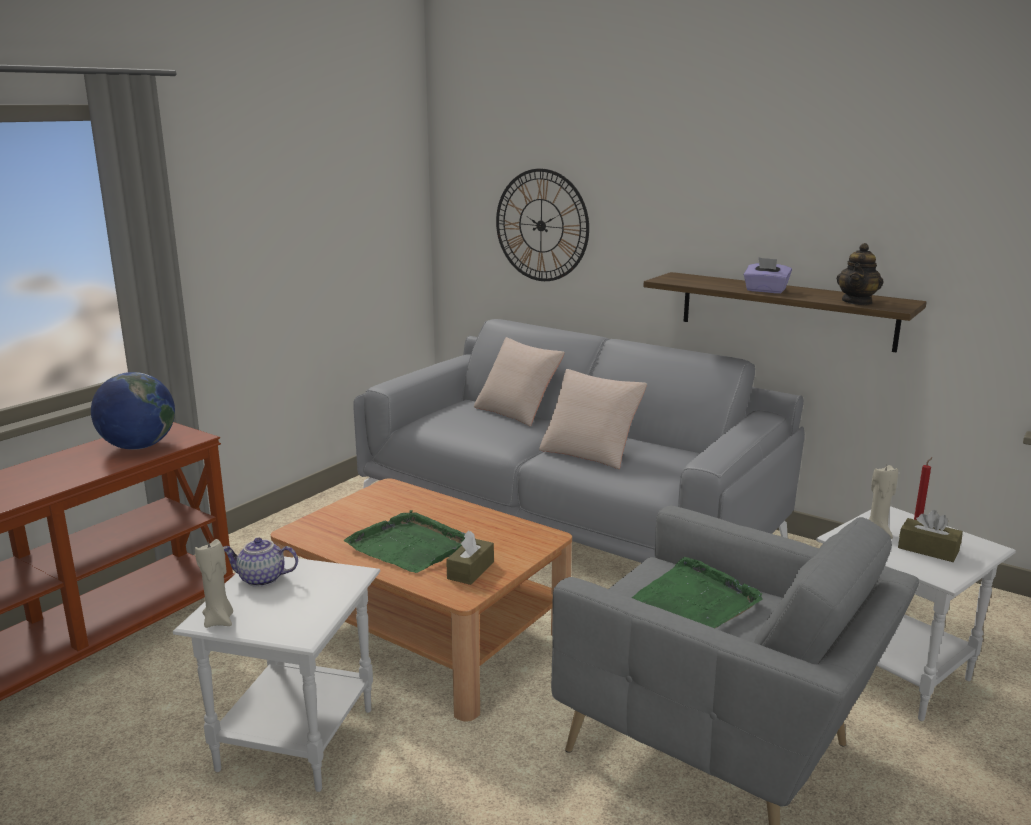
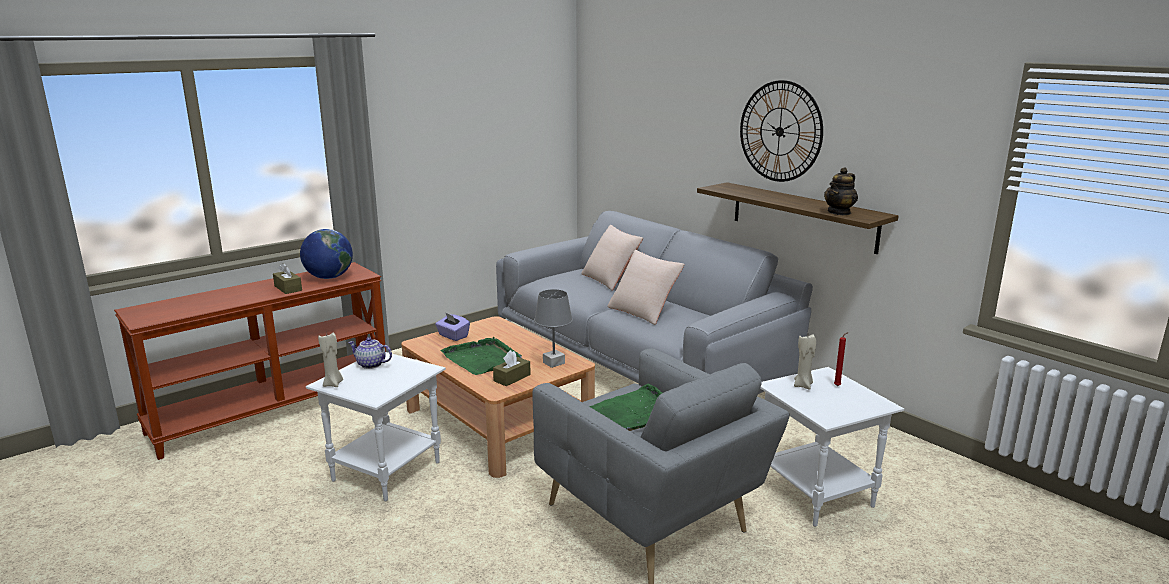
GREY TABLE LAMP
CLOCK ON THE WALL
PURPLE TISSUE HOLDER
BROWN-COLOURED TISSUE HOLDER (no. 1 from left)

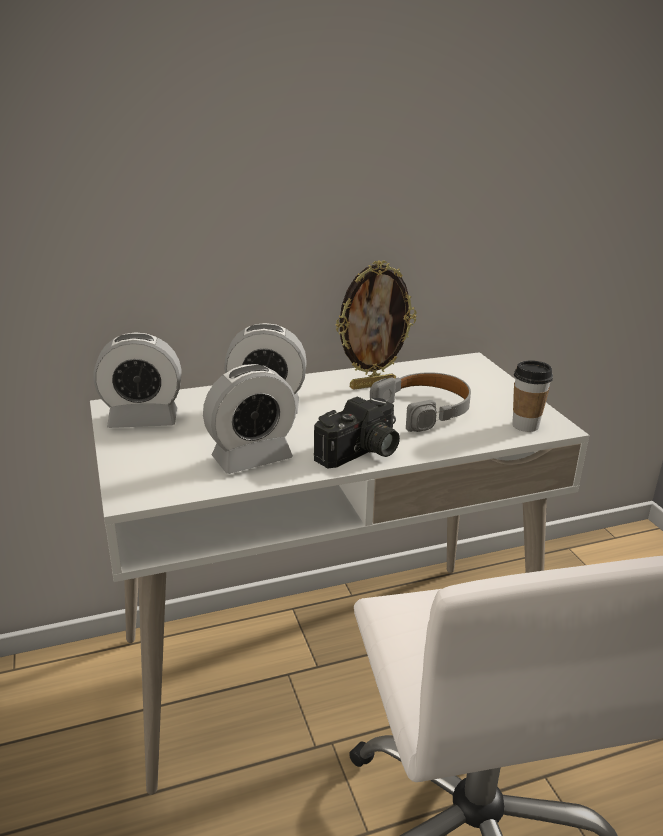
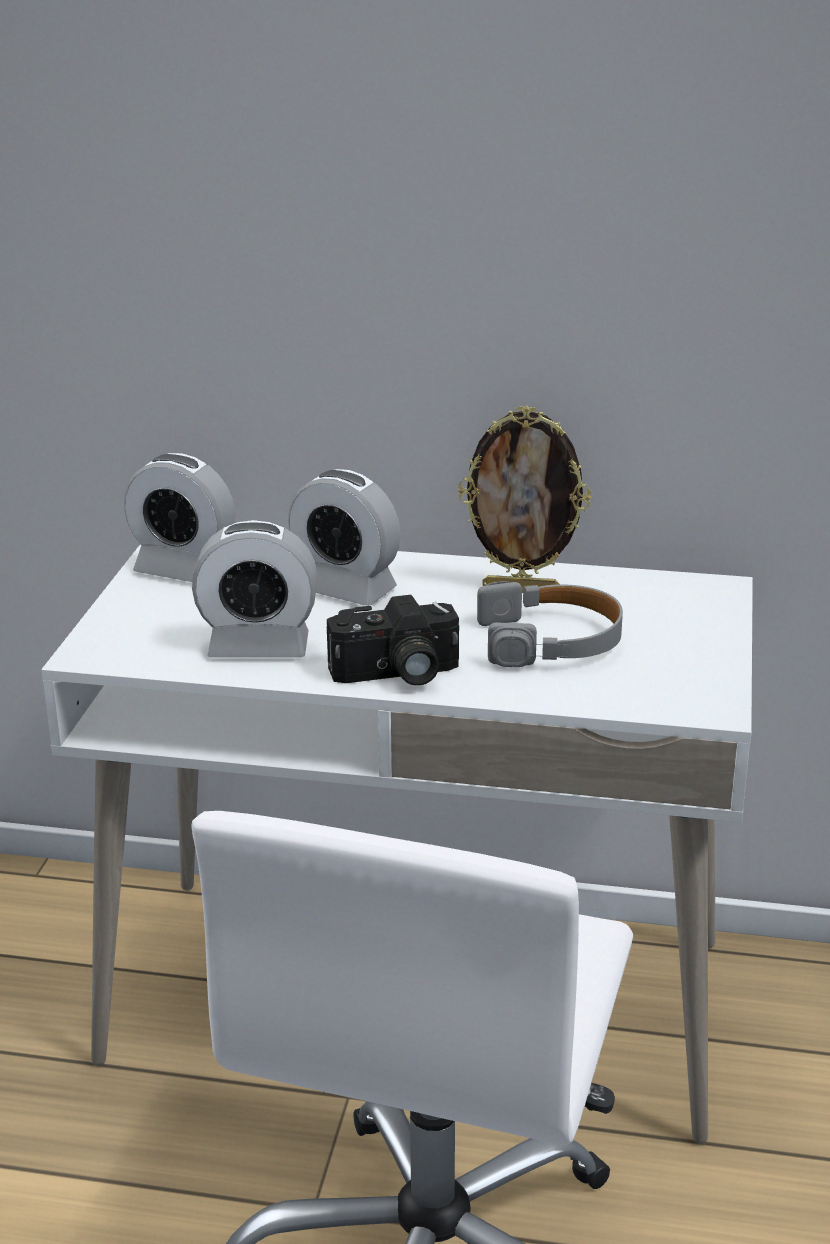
DRINKING CUP

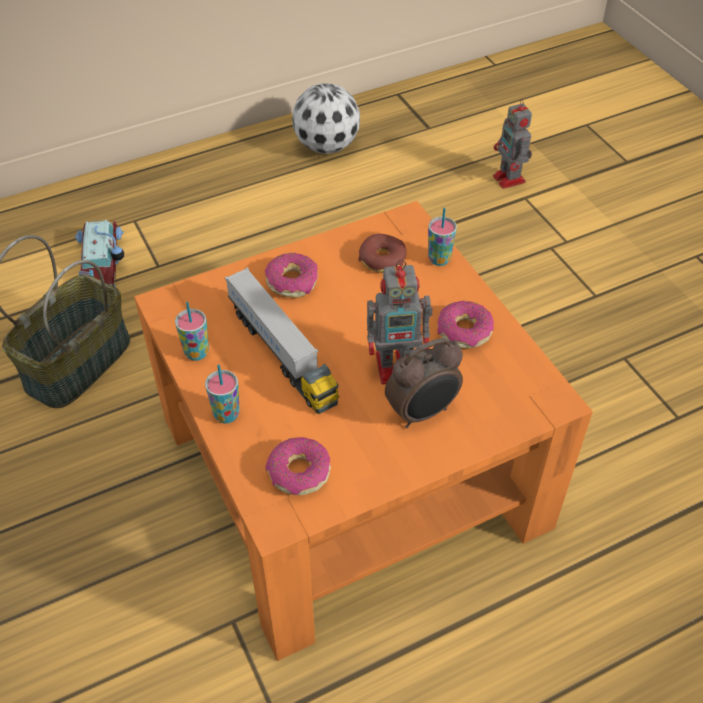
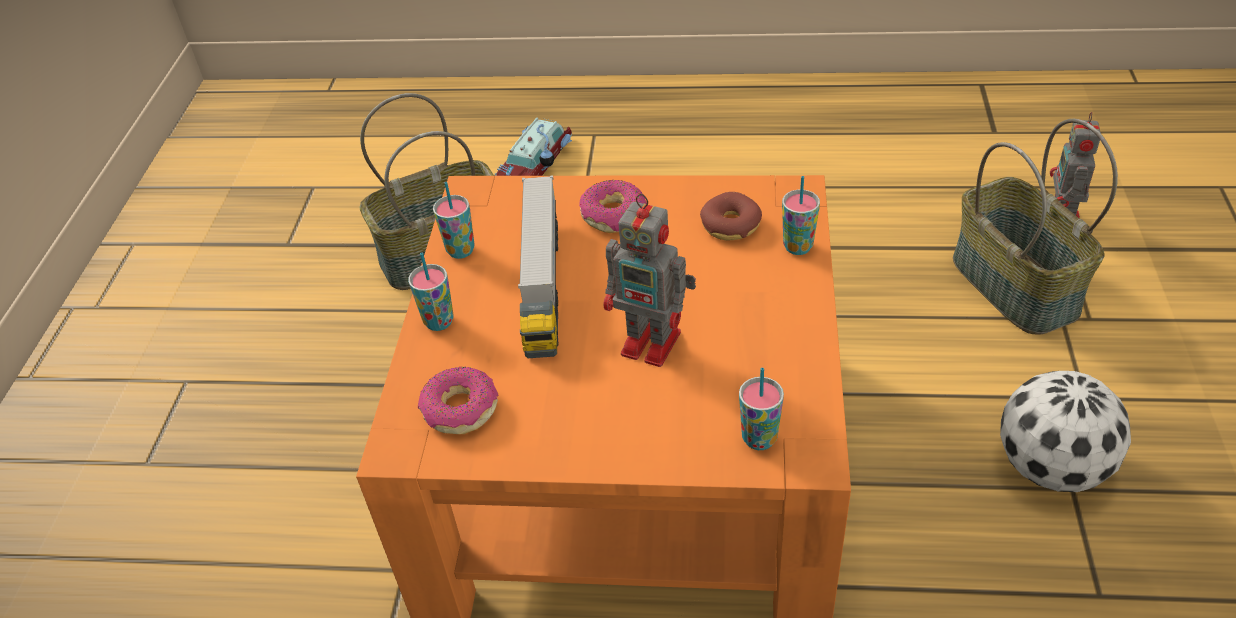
TABLE CLOCK
DONUT (no. 4 from left in the first image)
DRINKING CUP (no. 3 from left)
BASKET (no. 2 from left)
FOOTBALL BALL

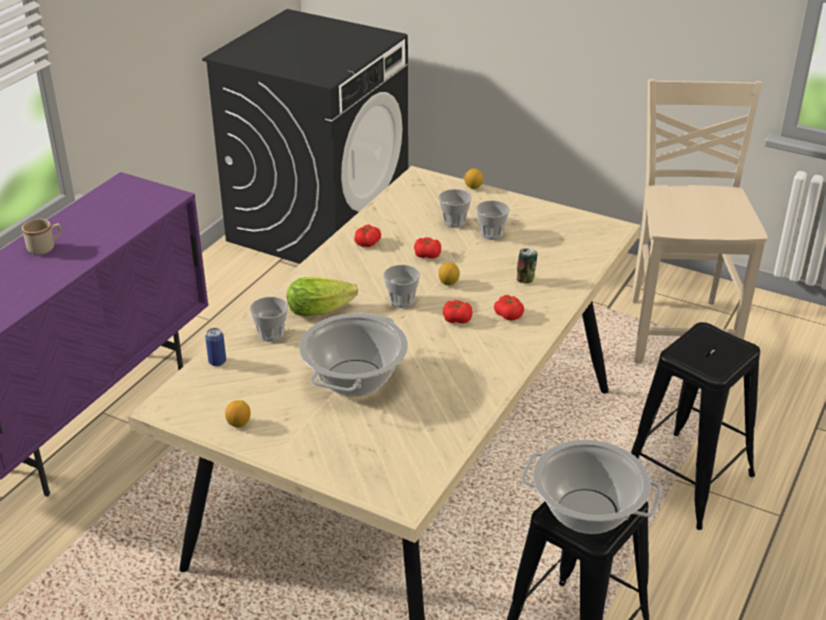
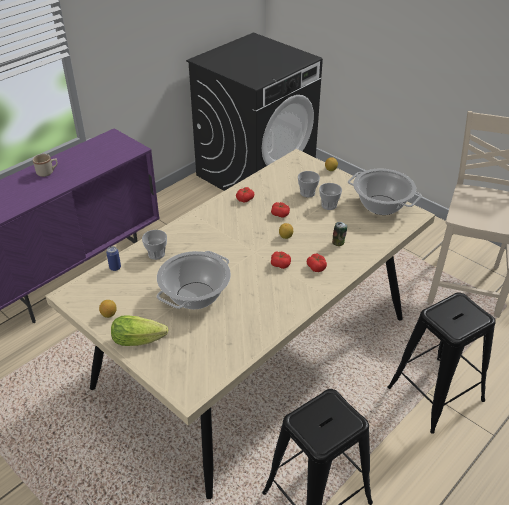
DRINKING CUP (no. 2 from left in the first image)
LETTUCE
SAUCEPOT (no. 2 from left)

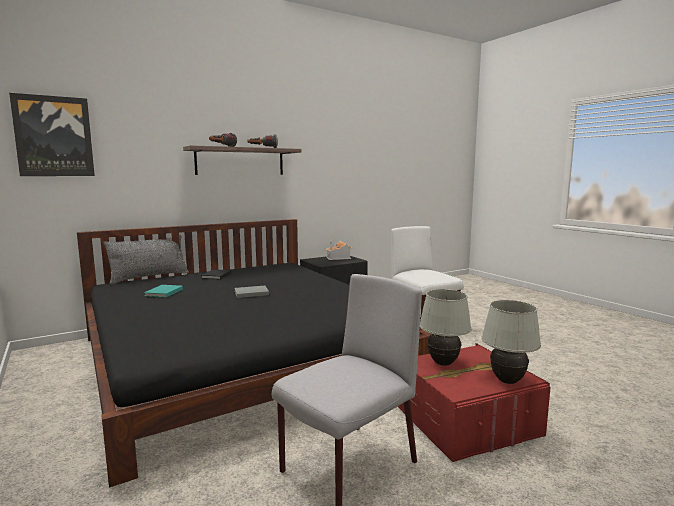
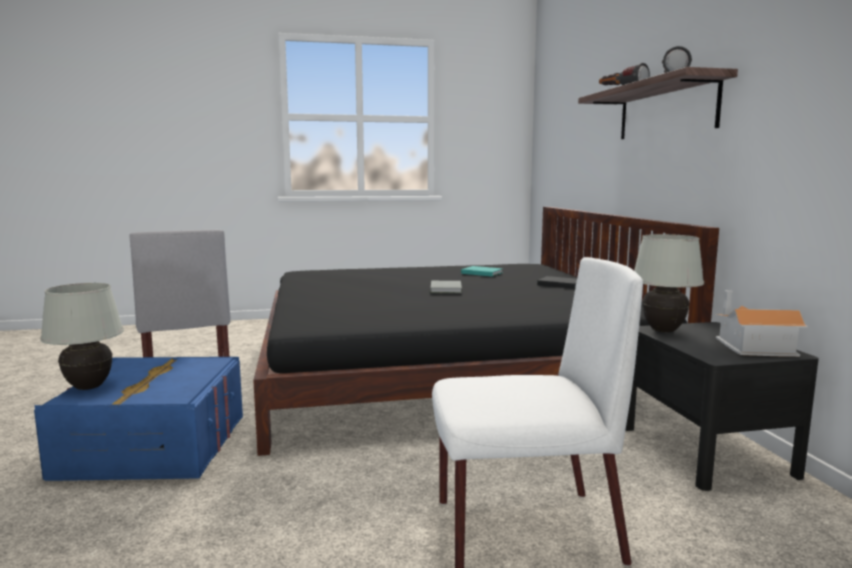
WALL PICTURE
GREY PILLOW
WHITE-COLOURED TABLE LAMP (no. 2 from left)
BLUE-COLOURED STORAGE BIN

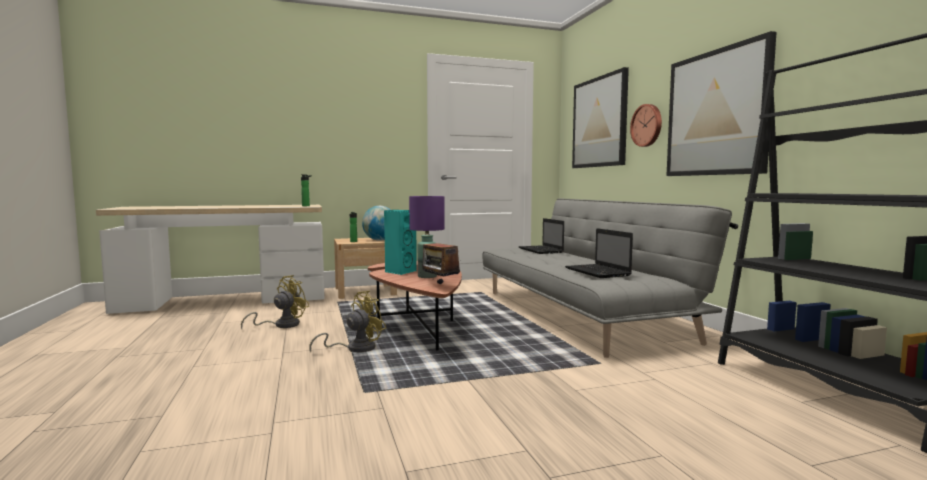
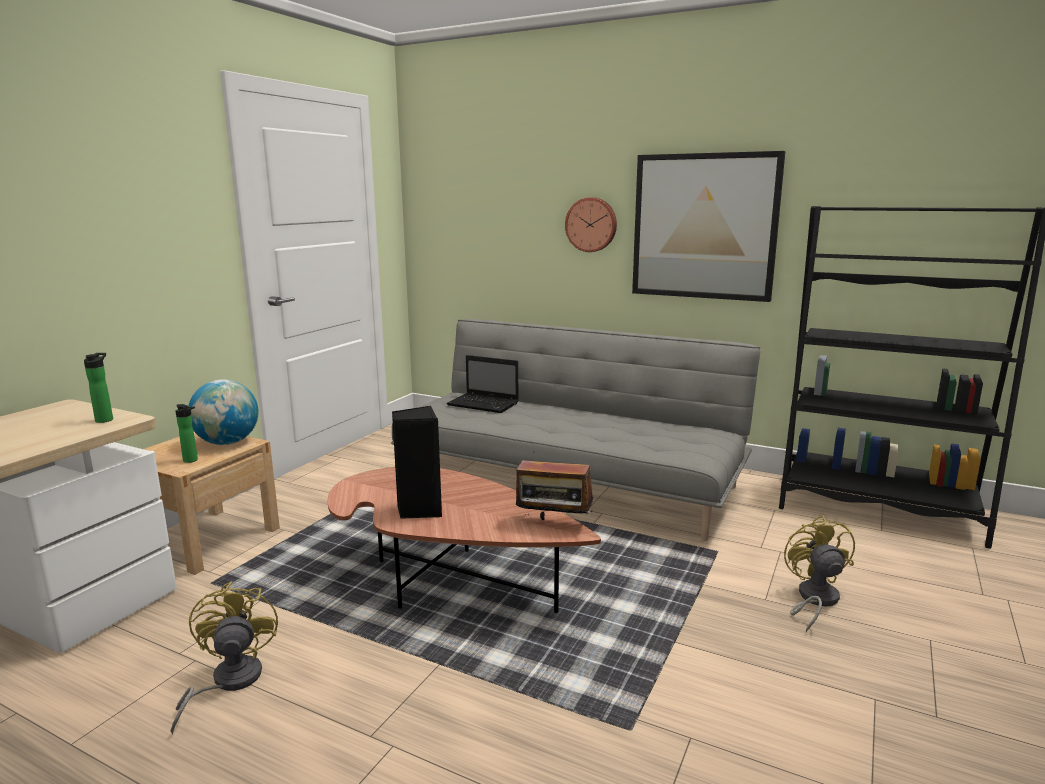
PURPLE TABLE LAMP
NOTEBOOK COMPUTER (no. 2 from left in the first image)
WALL PICTURE (no. 1 from left in the first image)
YELLOW-COLOURED FAN (no. 2 from left)
BLACK LOUDSPEAKER

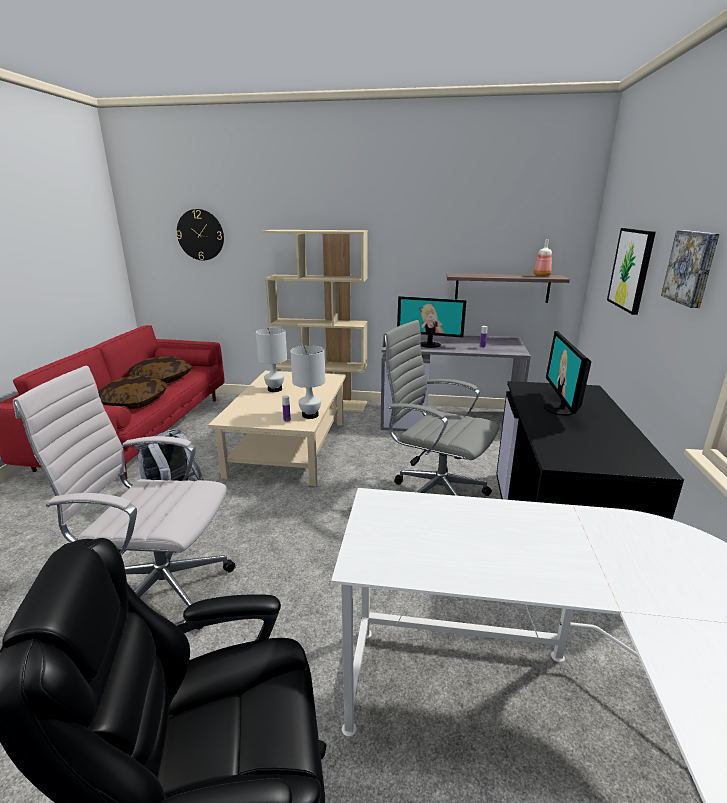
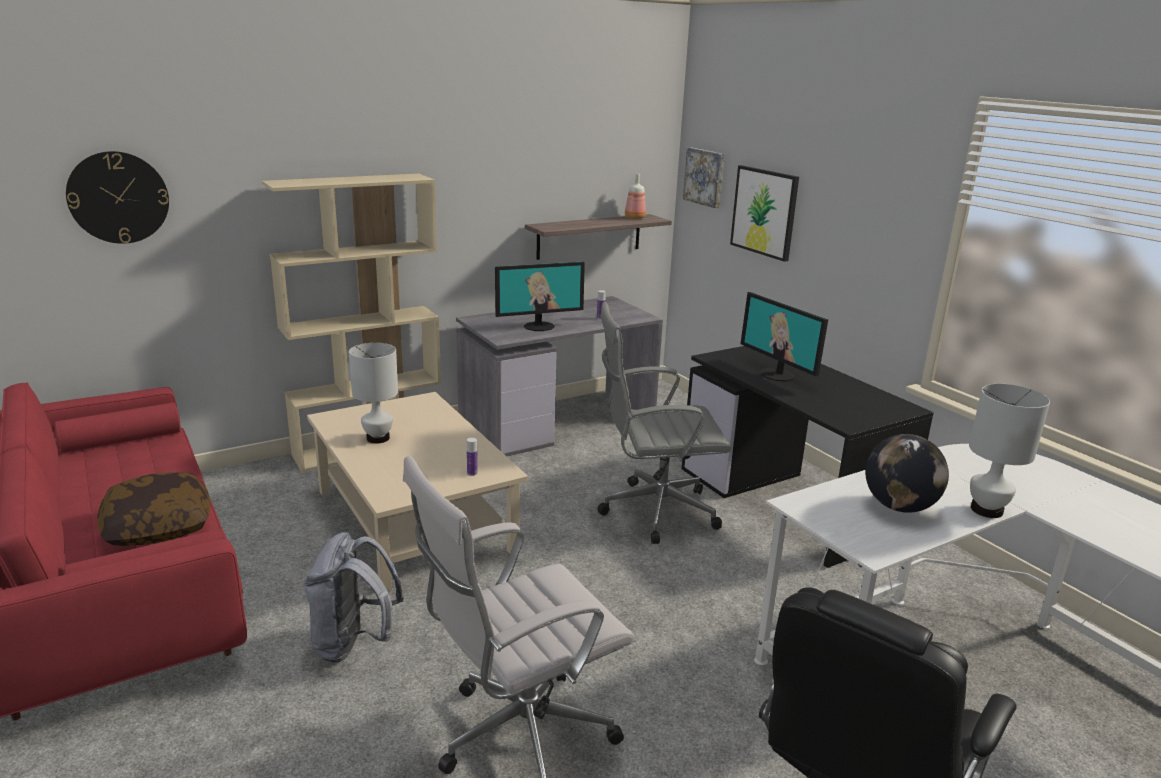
PILLOW (no. 2 from left in the first image)
DESK GLOBE
WHITE-COLOURED TABLE LAMP (no. 2 from left)
WALL PICTURE (no. 1 from left)

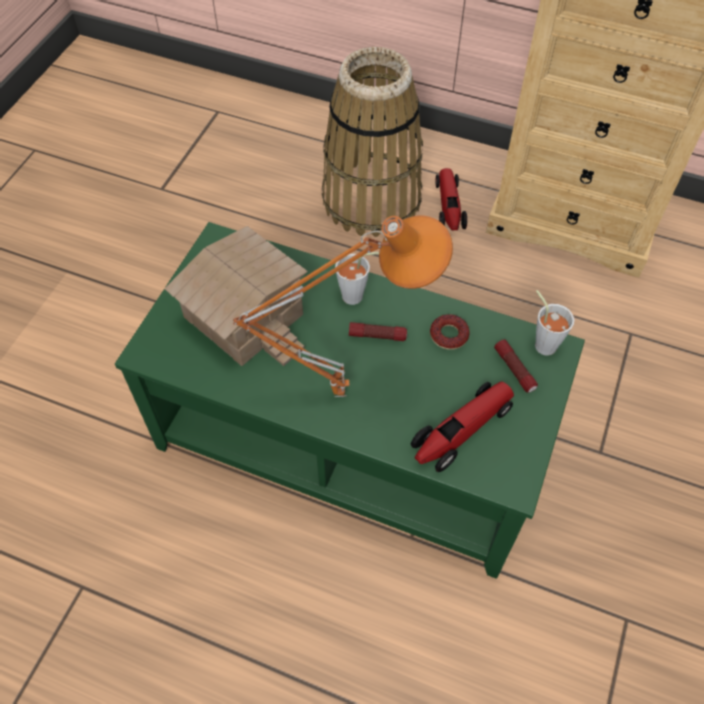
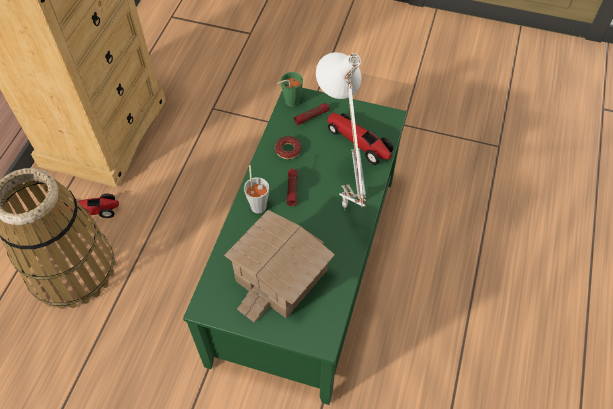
WHITE-COLOURED TABLE LAMP
GREEN DRINKING CUP

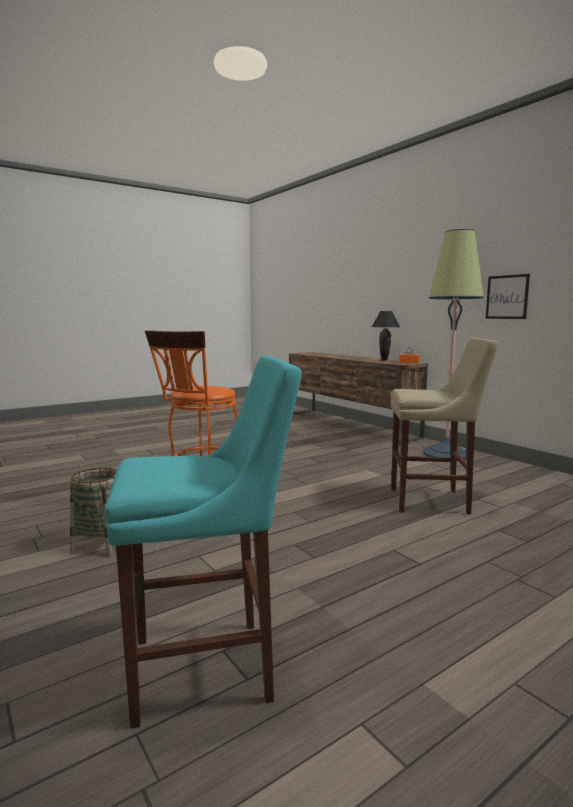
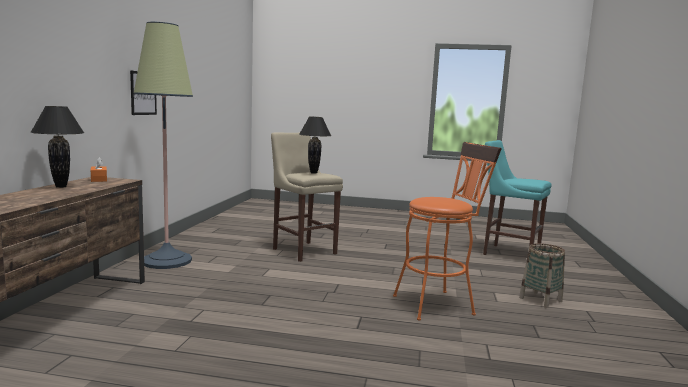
BLACK TABLE LAMP (no. 2 from left)

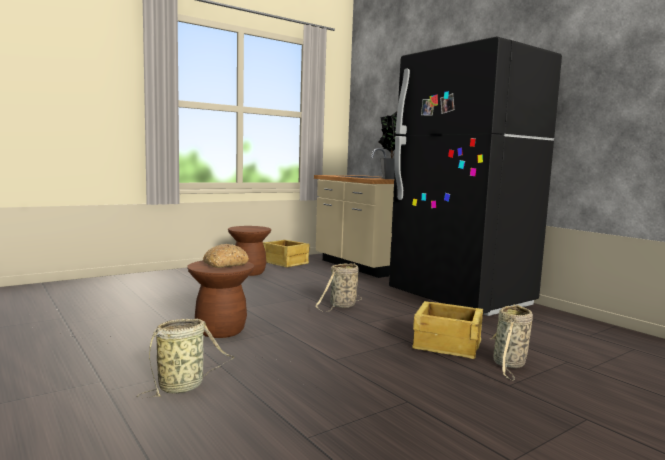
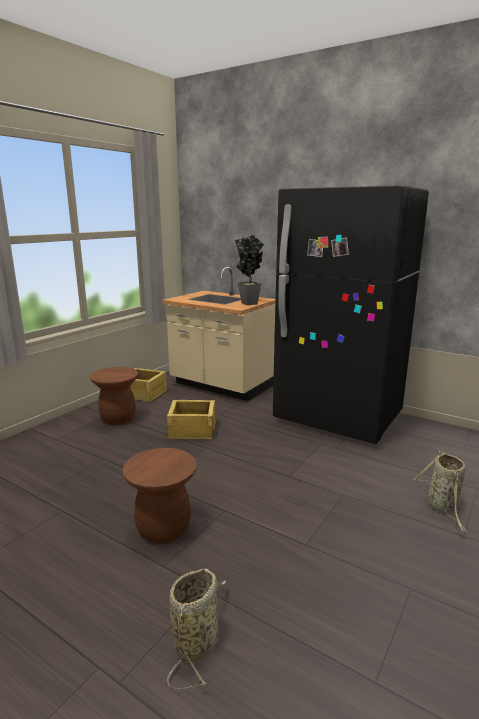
BAKED BREAD
BASKET (no. 2 from left in the first image)
CRATE (no. 2 from left)

